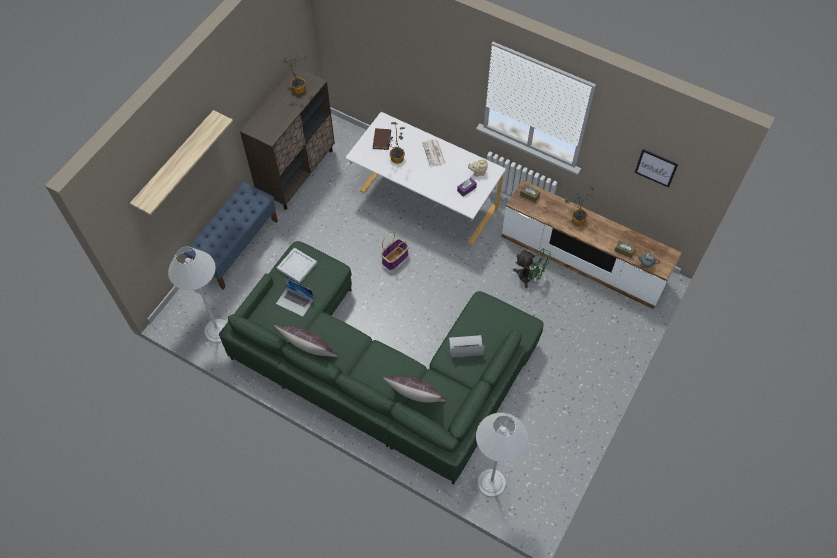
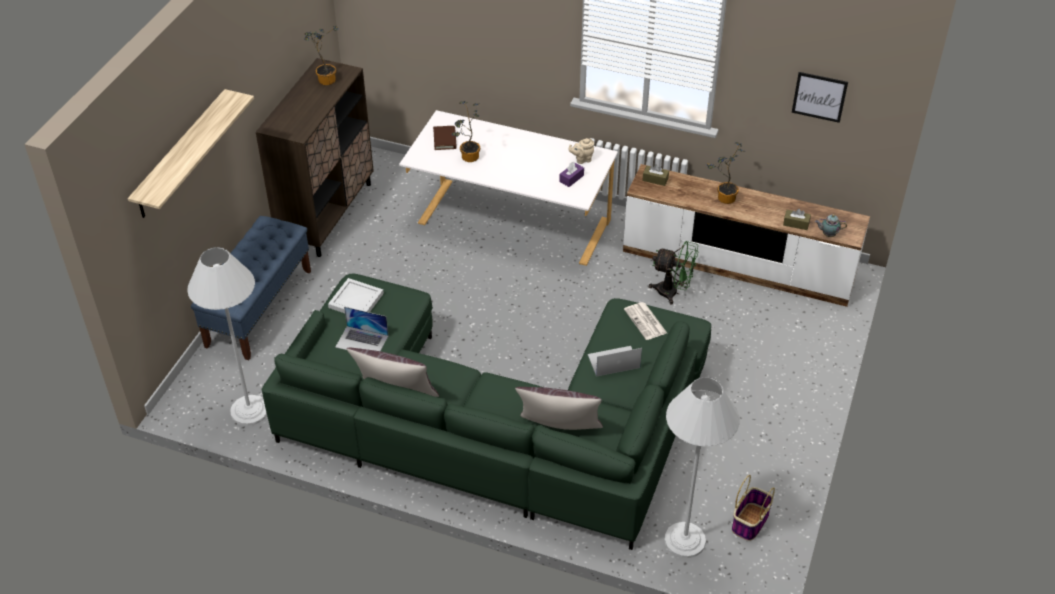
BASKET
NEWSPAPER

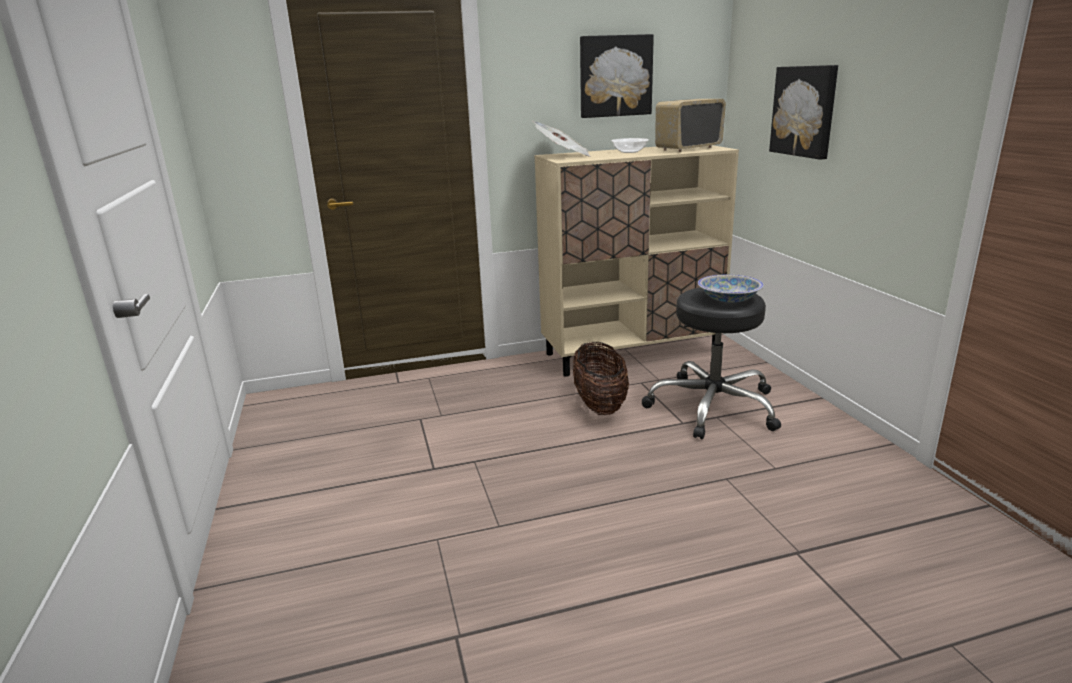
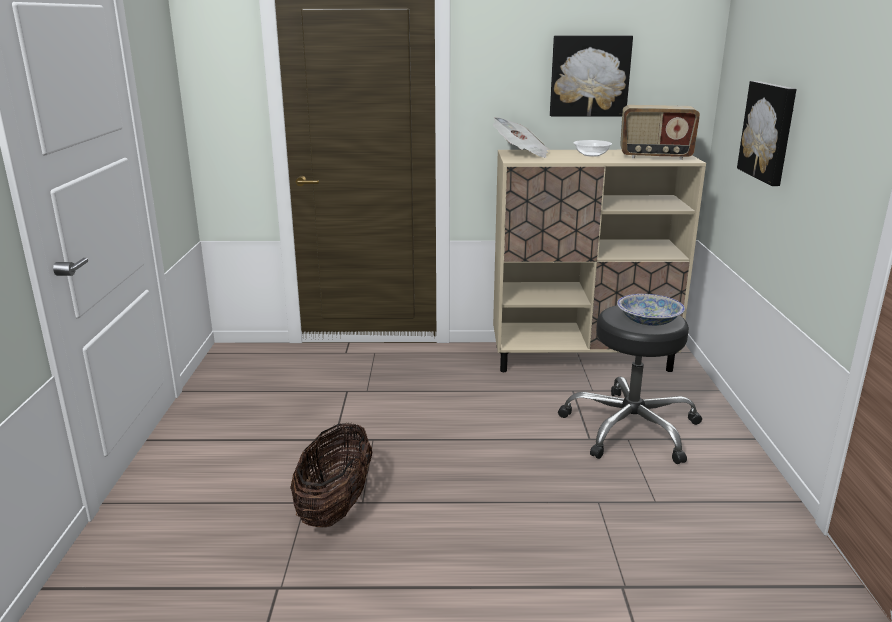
BASKET
RADIO

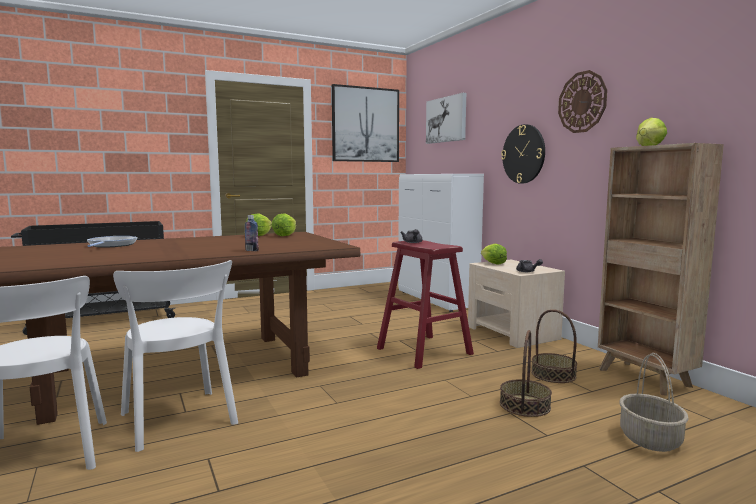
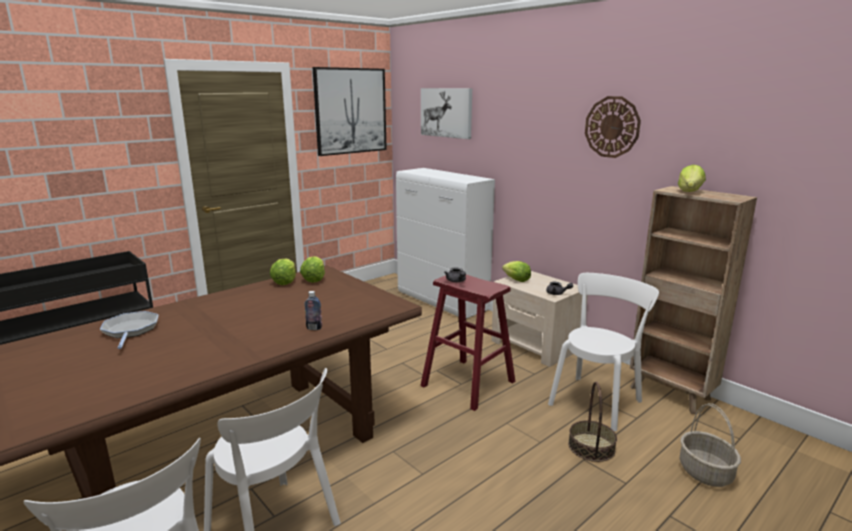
CLOCK ON THE WALL (no. 1 from left in the first image)
WHITE-COLOURED UPRIGHT CHAIR (no. 3 from left)

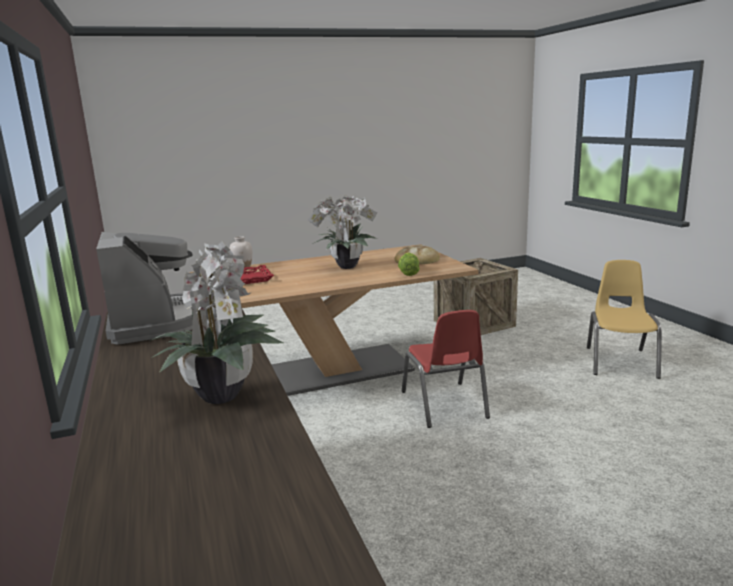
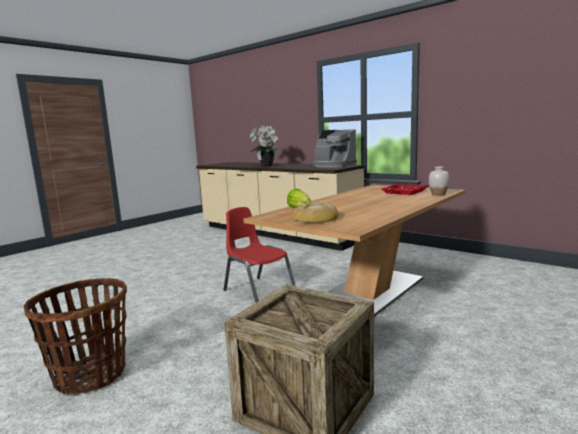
POTTED PLANT (no. 2 from left in the first image)
BASKET

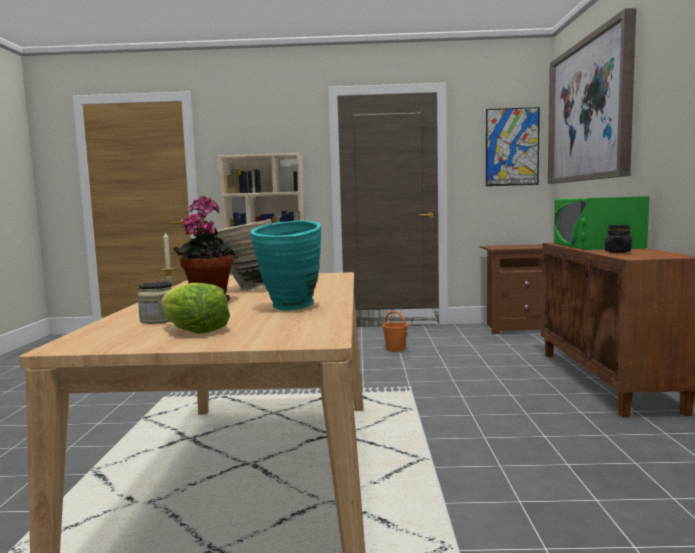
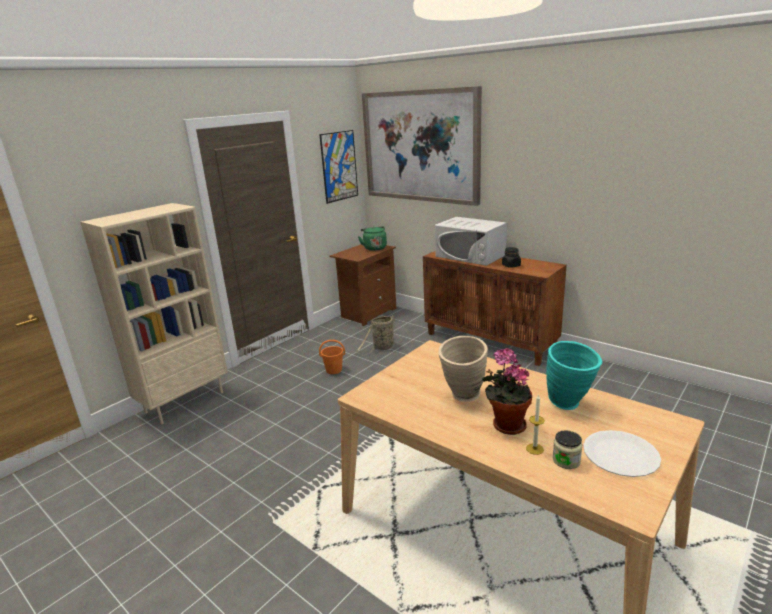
BASKET
GREEN TEA KETTLE
WHITE-COLOURED DINNER PLATE
WHITE-COLOURED MICROWAVE

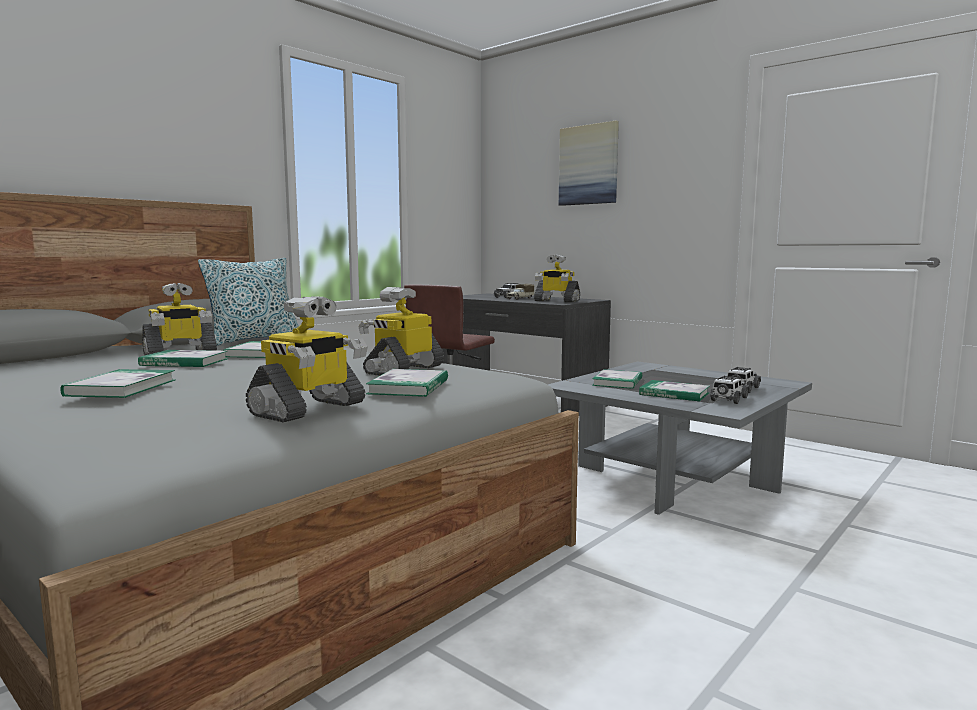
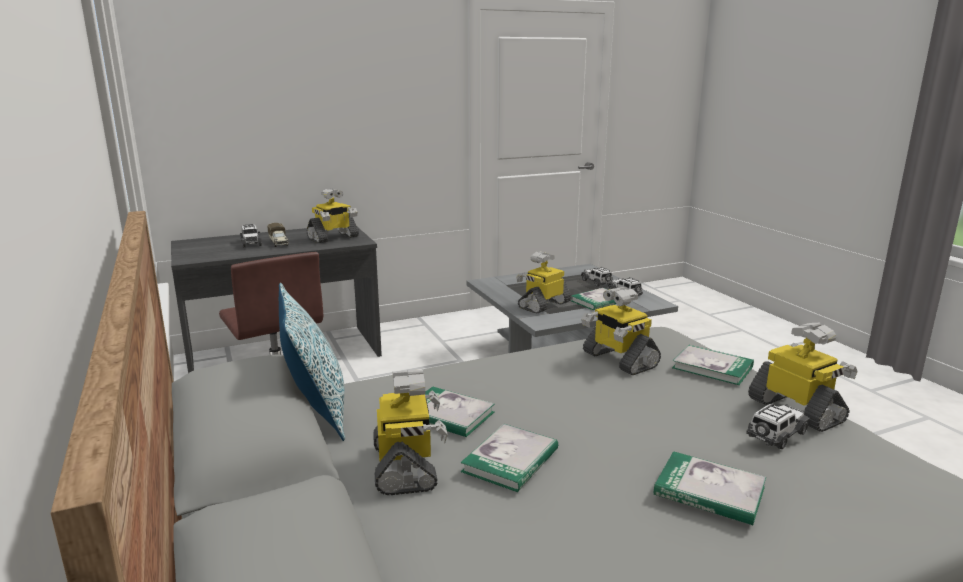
WALL PICTURE
TOY CAR (no. 4 from left)
ROBOT FIGURE (no. 3 from left)

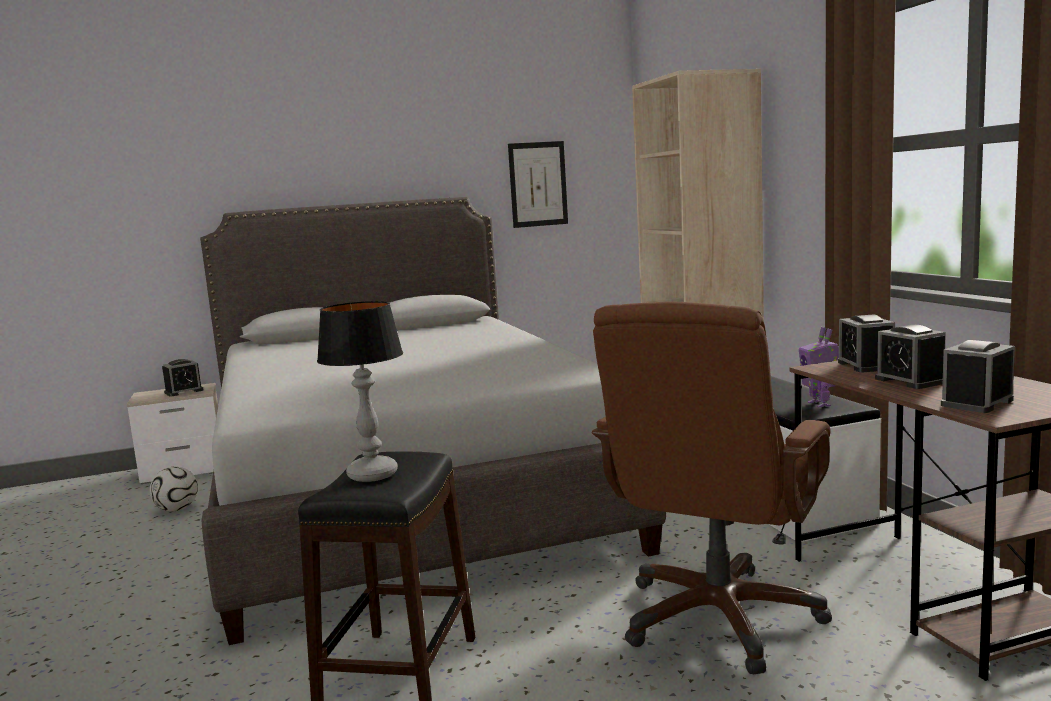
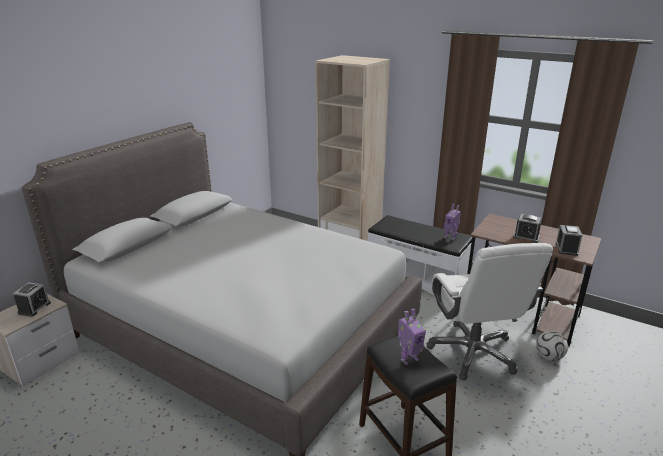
WALL PICTURE
TABLE CLOCK (no. 2 from left in the first image)
FOOTBALL BALL
ROBOT FIGURE (no. 1 from left)
WHITE-COLOURED OFFICE CHAIR

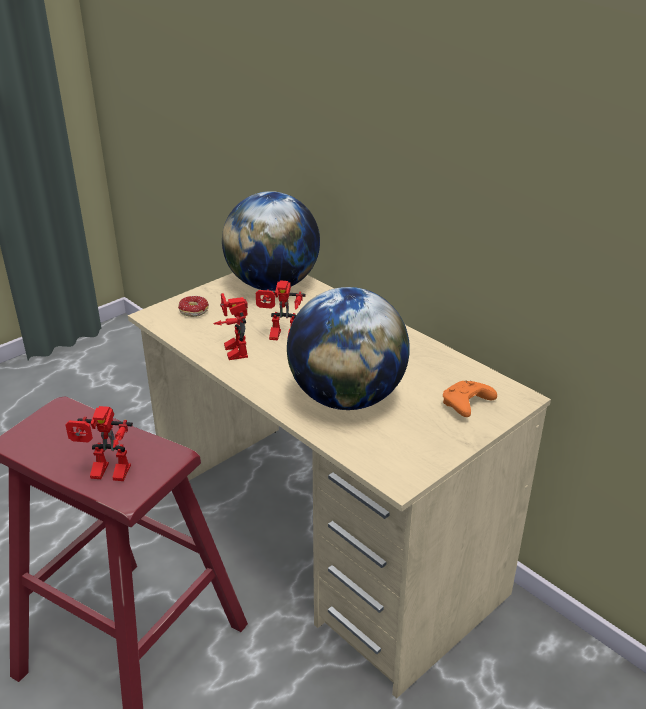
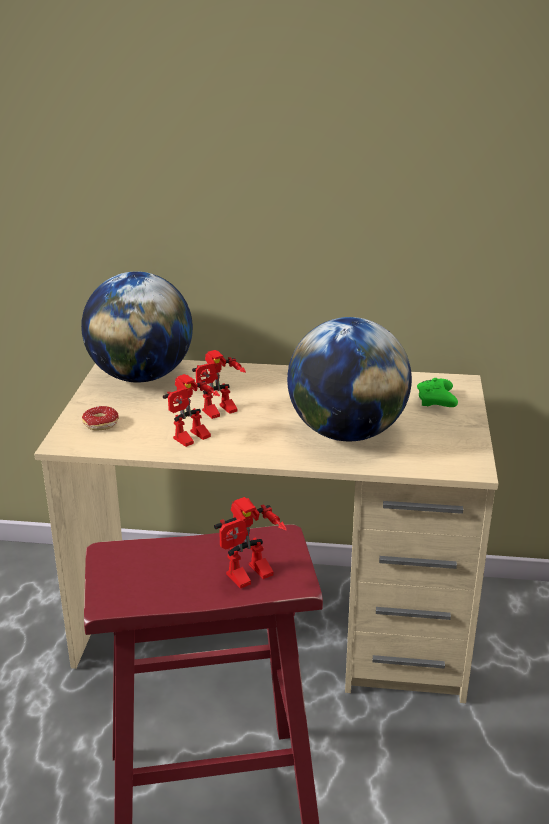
GREEN GAMEPAD
ROBOT FIGURE (no. 1 from left)

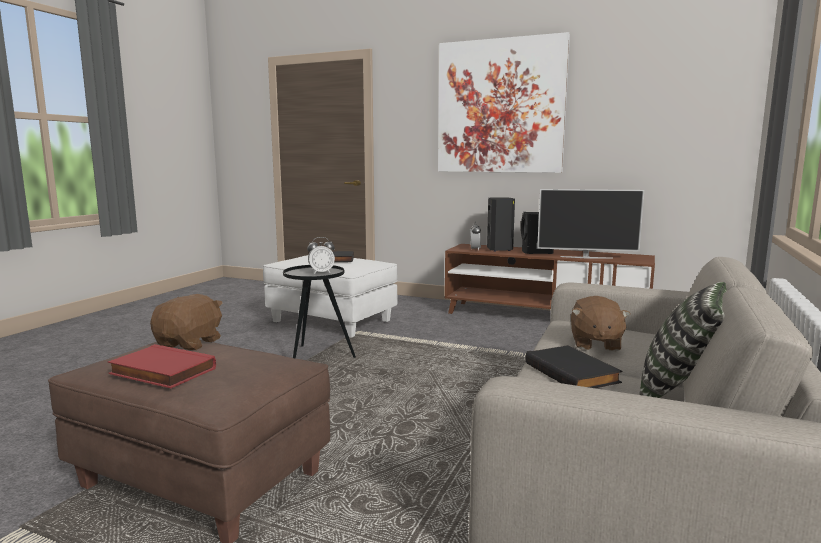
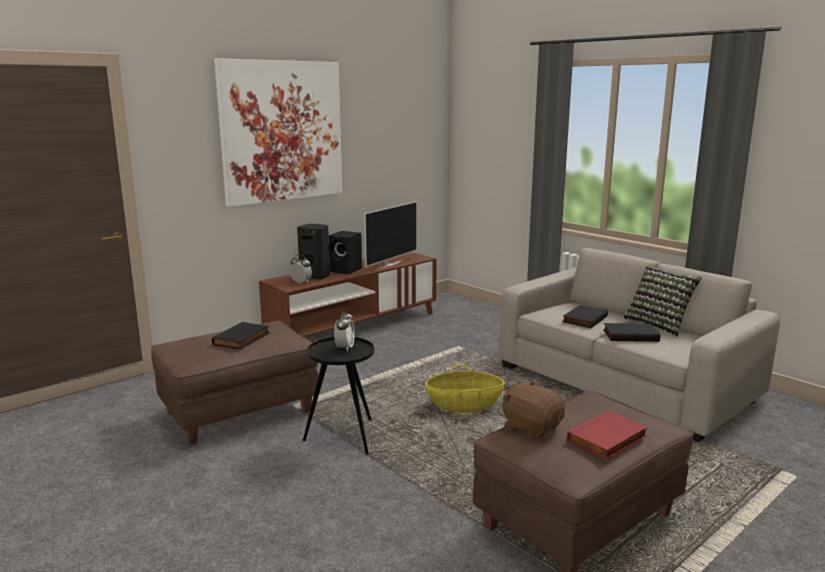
BASKET
BLACK BOOK (no. 2 from left)
BROWN-COLOURED OTTOMAN (no. 1 from left)

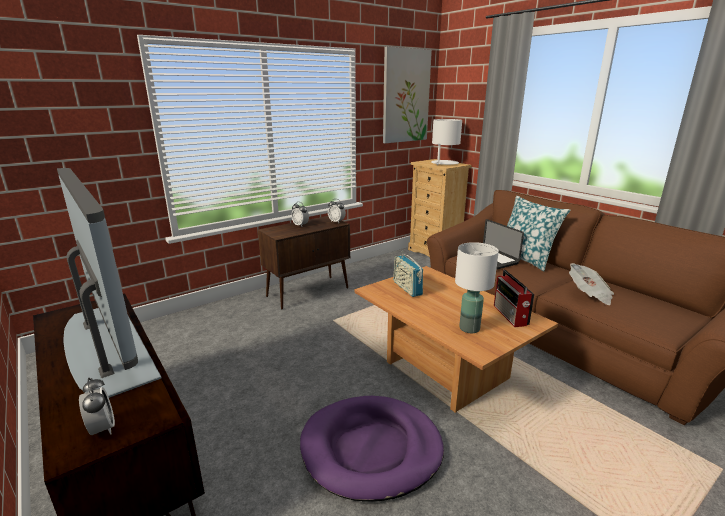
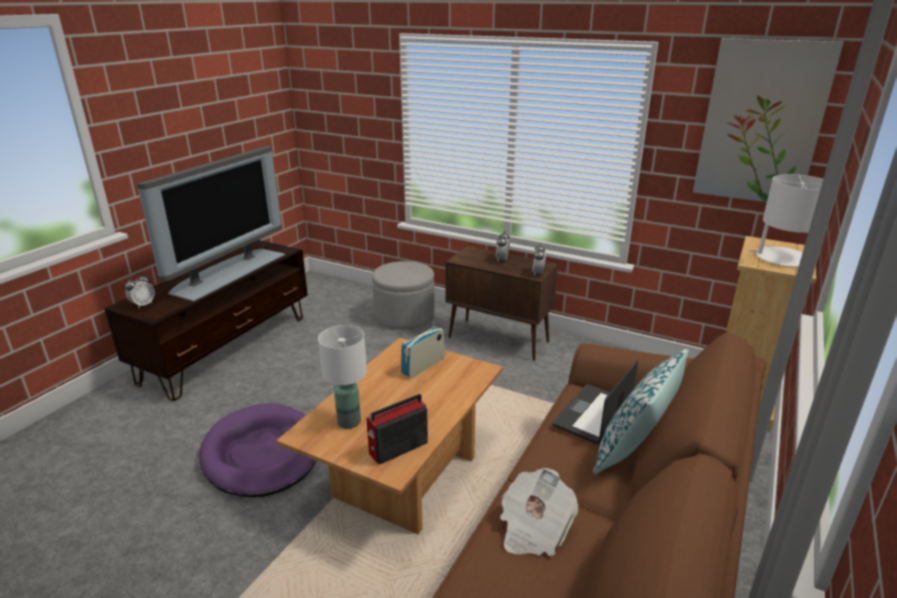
GREY OTTOMAN

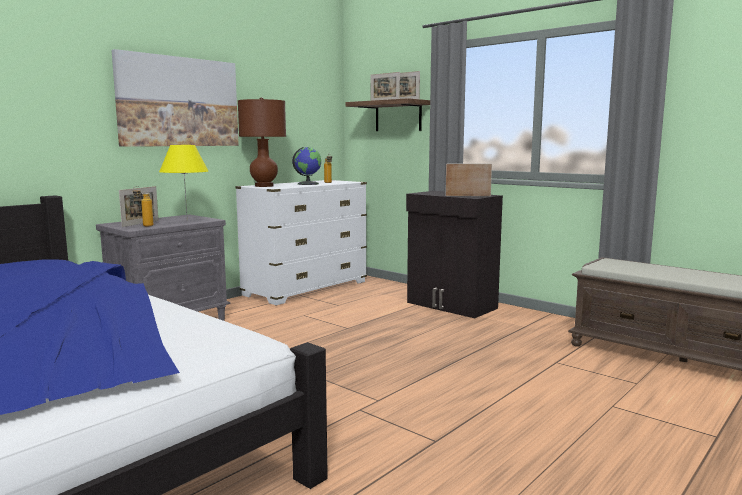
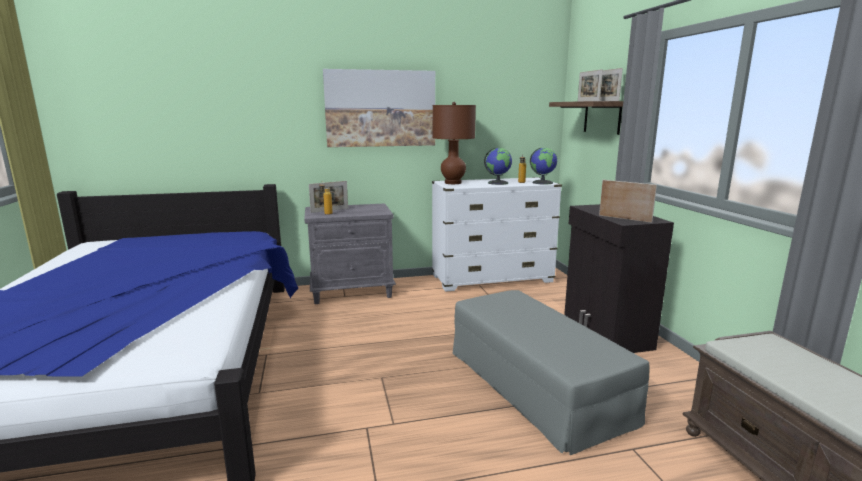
YELLOW-COLOURED TABLE LAMP
GREY OTTOMAN
DESK GLOBE (no. 2 from left)

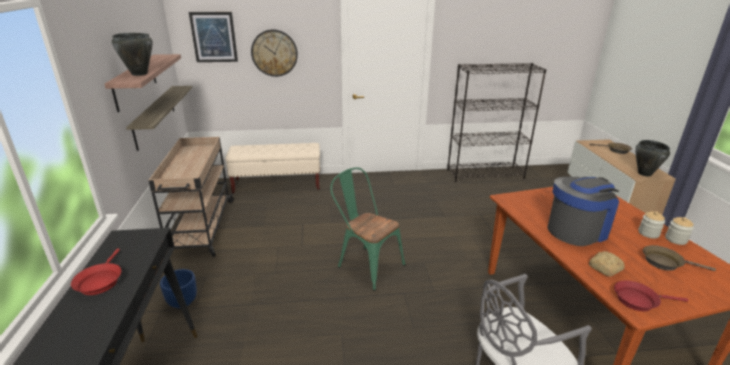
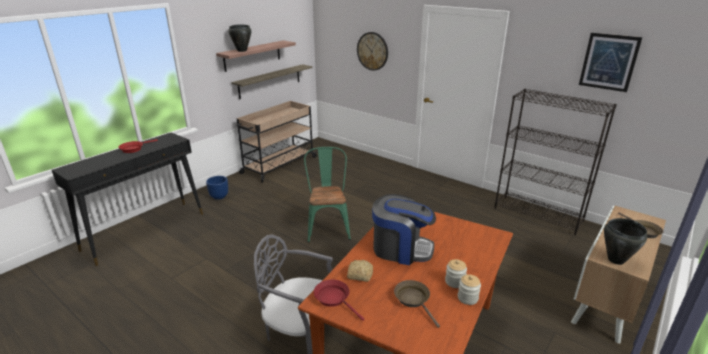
BEIGE INDOOR BENCH
WALL PICTURE

